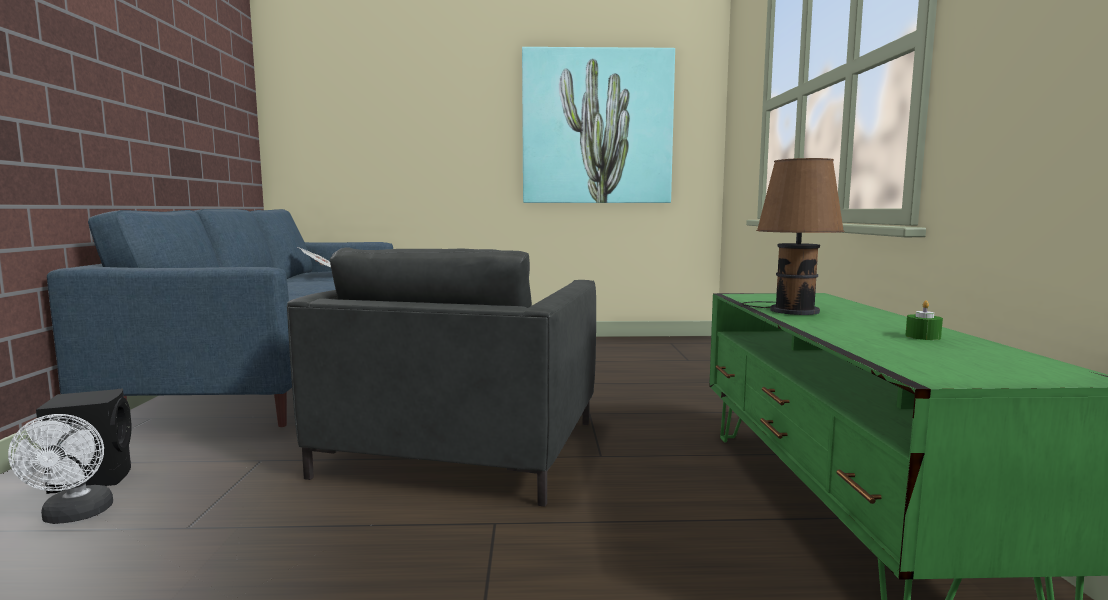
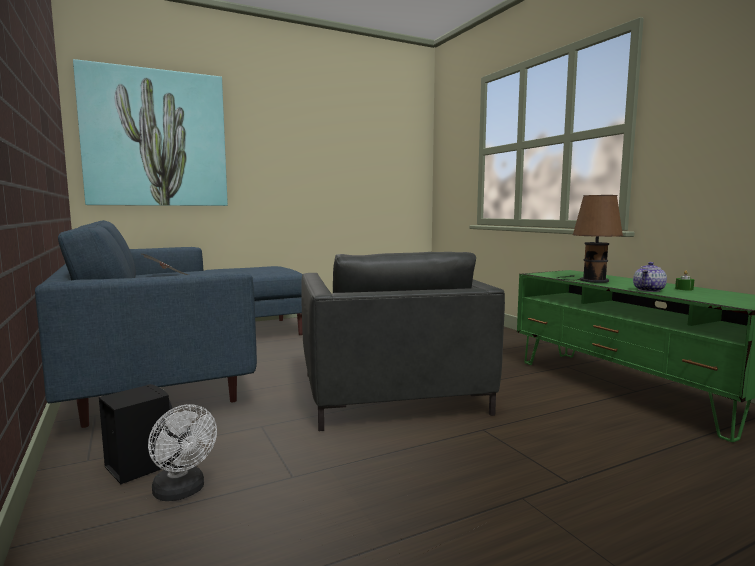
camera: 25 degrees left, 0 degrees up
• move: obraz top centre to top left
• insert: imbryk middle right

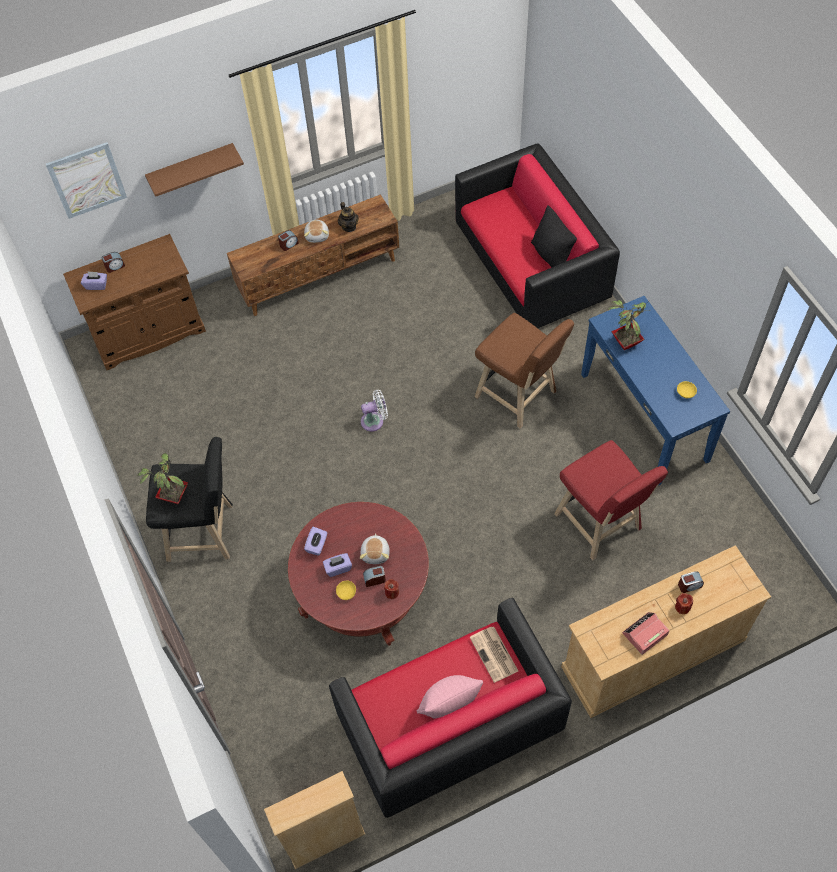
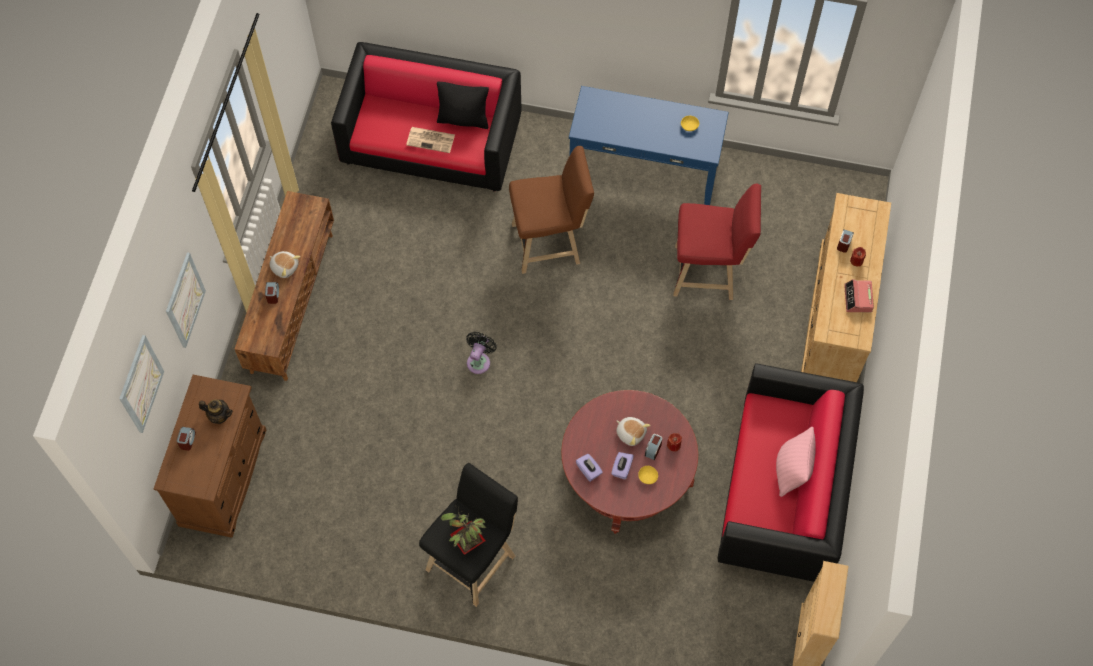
camera: 55 degrees left, 5 degrees up
• replace: półka/brązowy top left to obraz (2nd from left) middle left
• move: imbryk top centre to middle left
• delete: pudełko chusteczek/fioletowy (1st from left) top left
• delete: roślina doniczkowa (2nd from left) middle right
• recolor: wentylator/biały centre to wentylator/czarny centre
• move: gazeta bottom centre to top centre

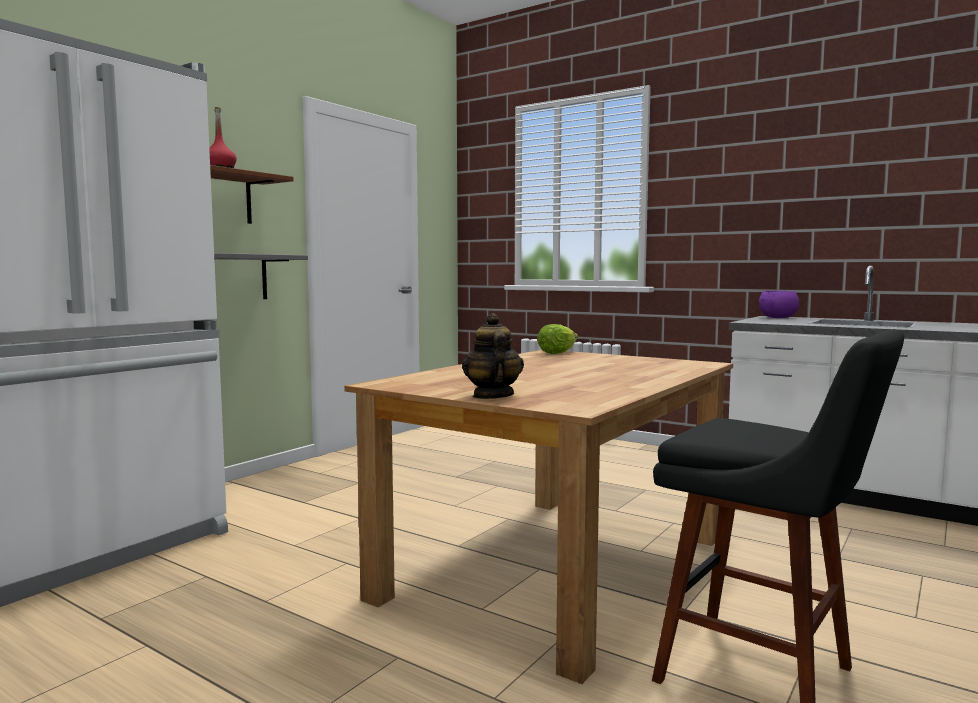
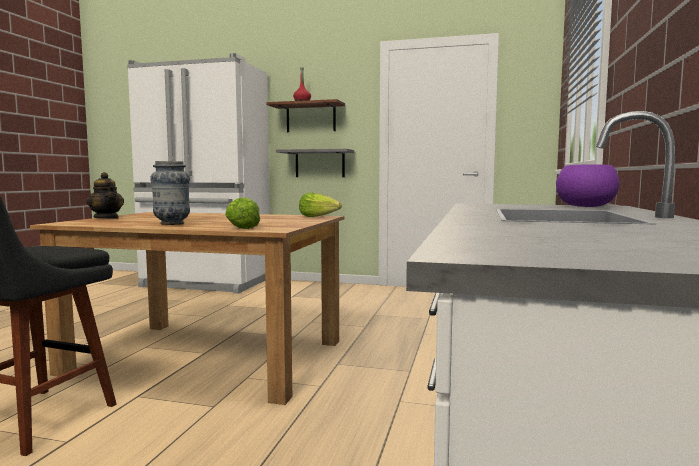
camera: 70 degrees right, 0 degrees up
• rotate: imbryk centre = middle left 75 degrees clockwise
• insert: wazon middle left
• insert: sałata (1st from left) centre

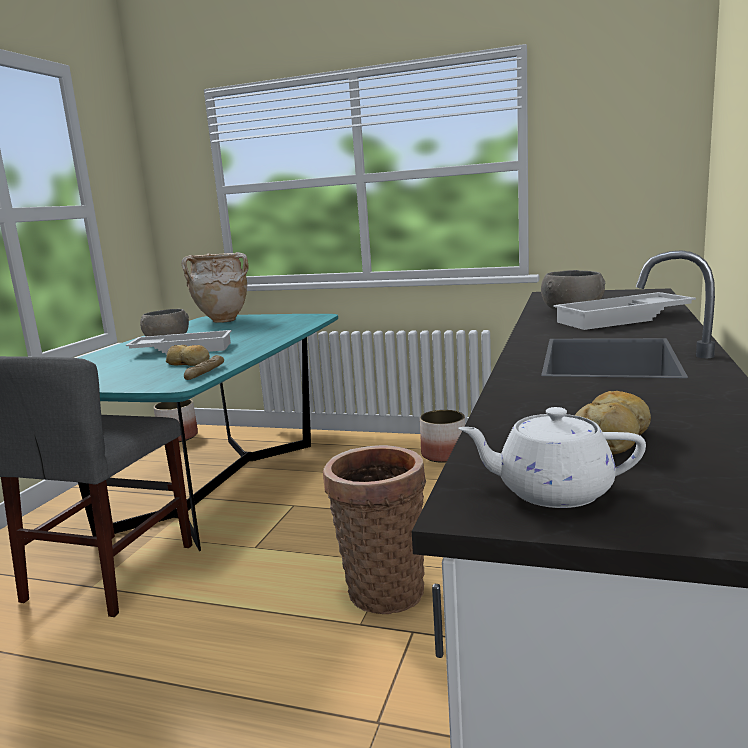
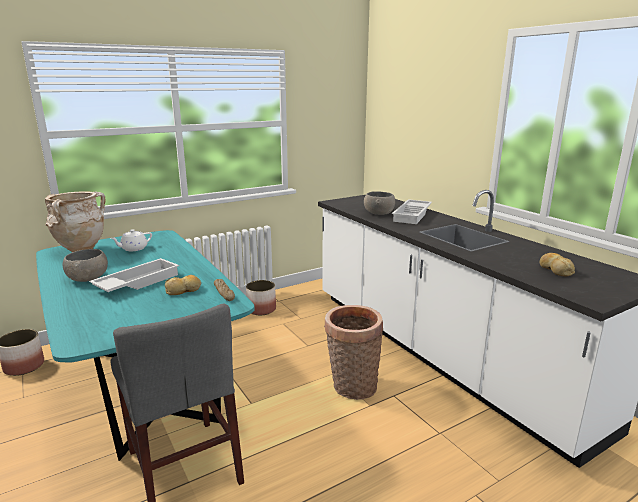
camera: 50 degrees left, 5 degrees up
• move: imbryk/biały middle right to middle left

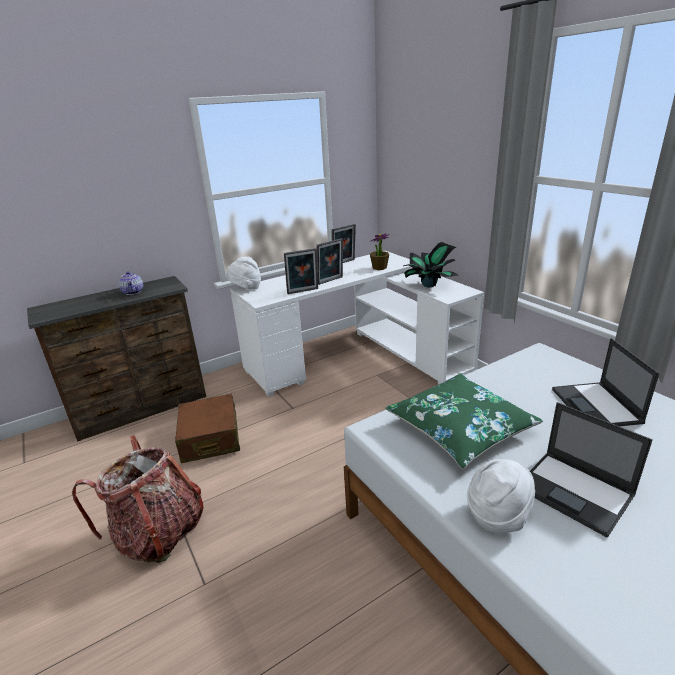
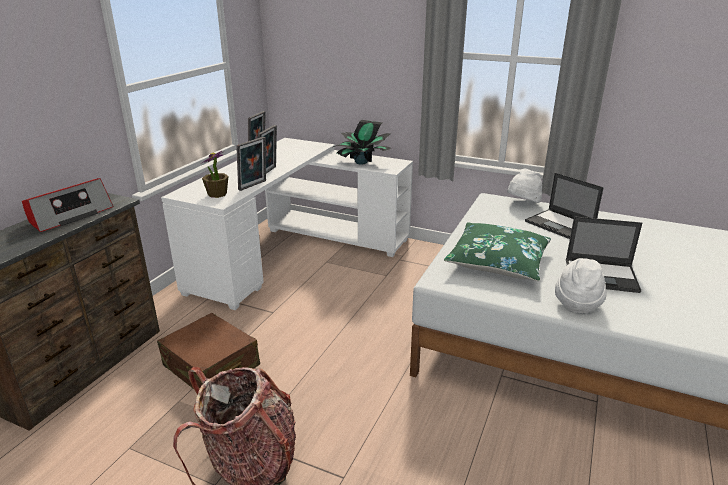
camera: 35 degrees left, 0 degrees up
• move: roślina doniczkowa (1st from left) centre to middle left
• move: kapelusz/biały (1st from left) centre to middle right
• replace: imbryk middle left to radio middle left

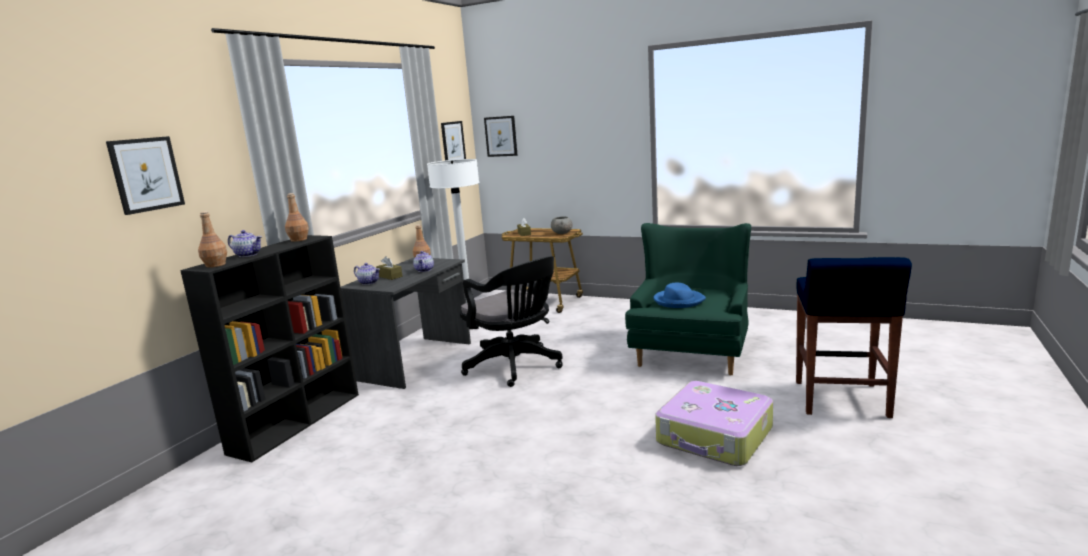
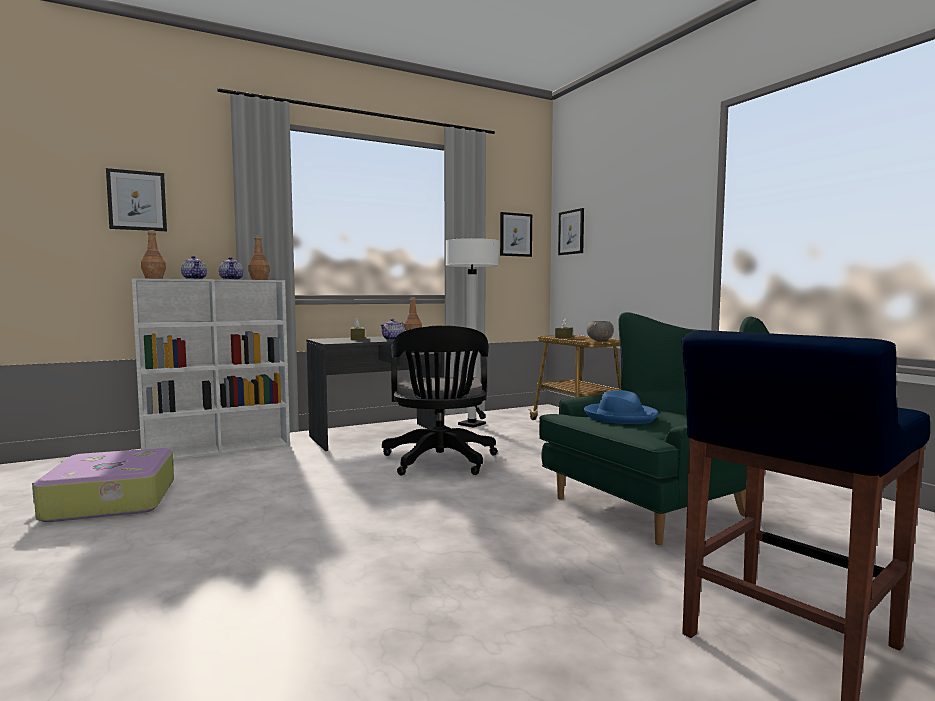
camera: 35 degrees right, 10 degrees down
• recolor: regał/czarny middle left to regał/biały middle left
• move: imbryk (2nd from left) centre to middle left
• move: walizka bottom centre to bottom left

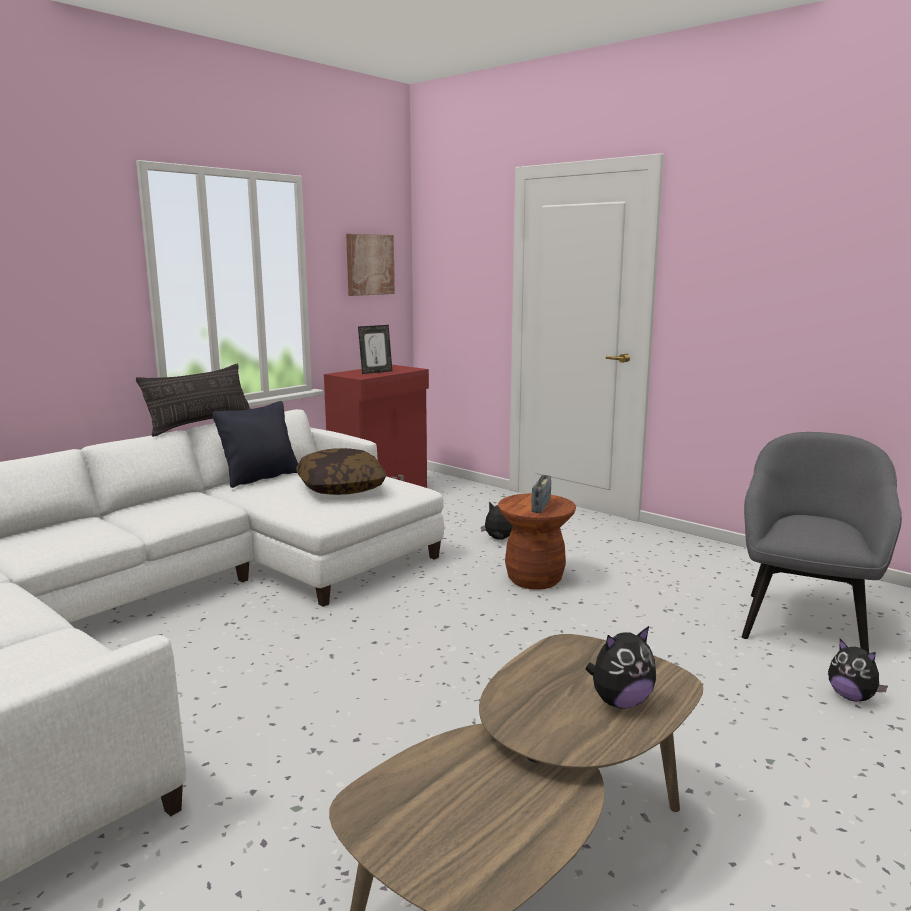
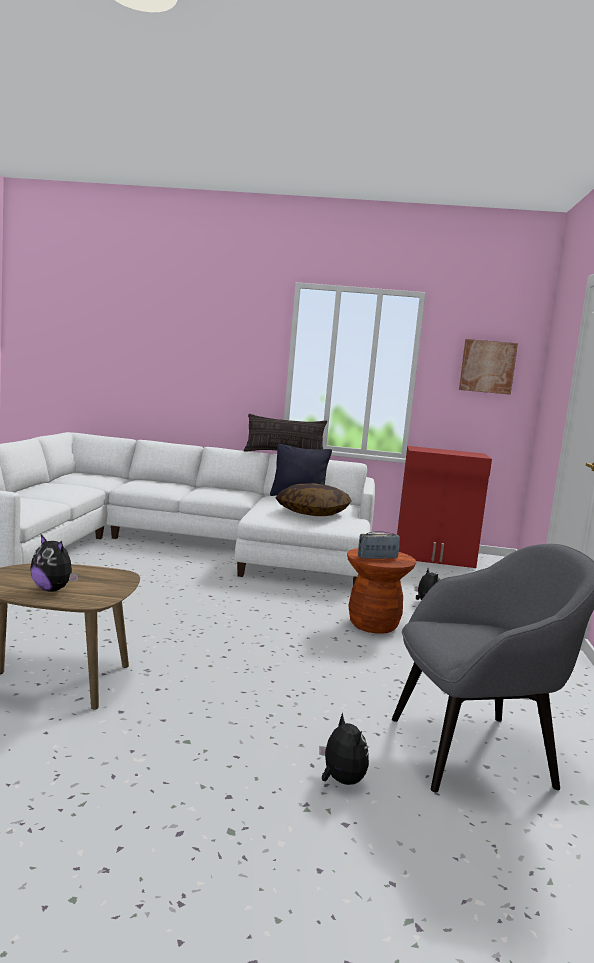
camera: 55 degrees right, 5 degrees down
• delete: ramka na zdjęcie centre
• rotate: pluszak (3rd from left in the first image) bottom right = bottom centre 135 degrees clockwise

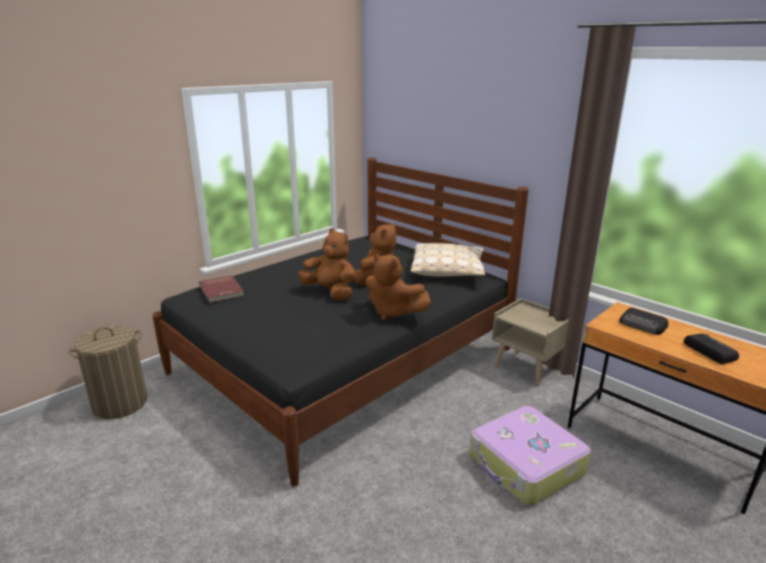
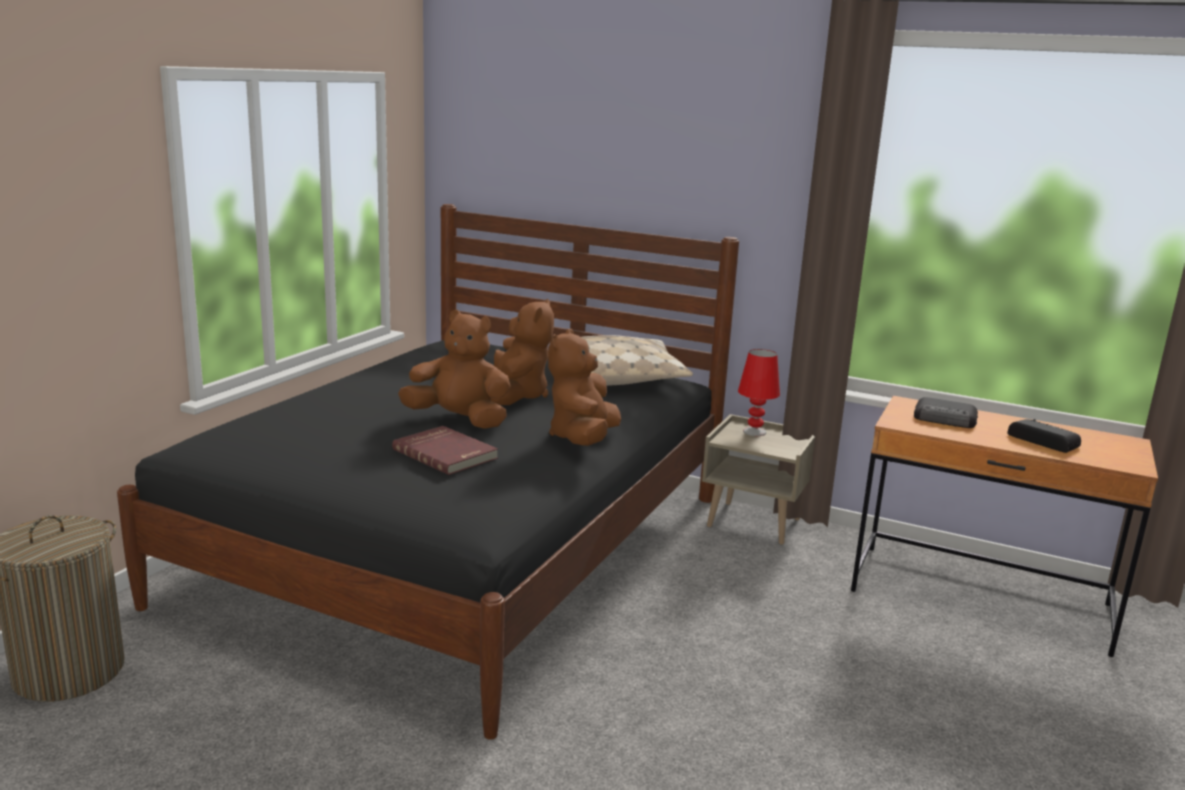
camera: 20 degrees left, 5 degrees down
• rotate: pluszak/brązowy (3rd from left) centre = centre 90 degrees clockwise
• move: książka/czerwony middle left to centre
• delete: walizka bottom right
• insert: lampa stołowa/czerwony centre

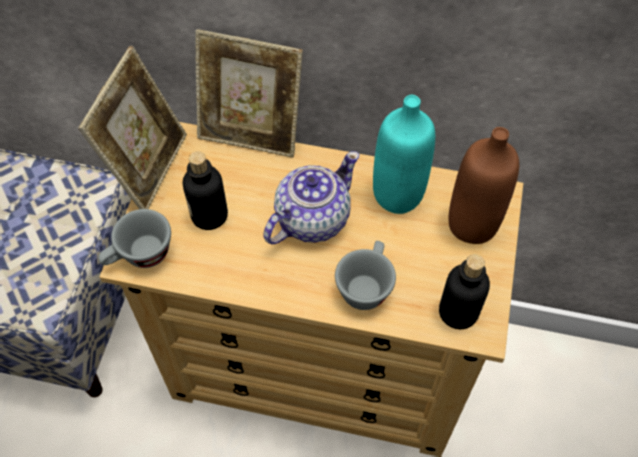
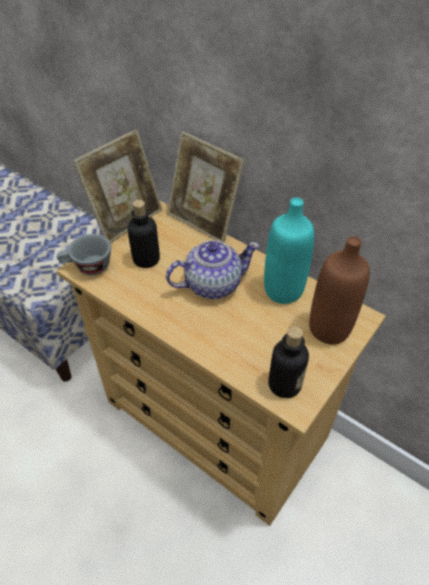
camera: 25 degrees right, 10 degrees down
• delete: filiżanka/szary (2nd from left) centre

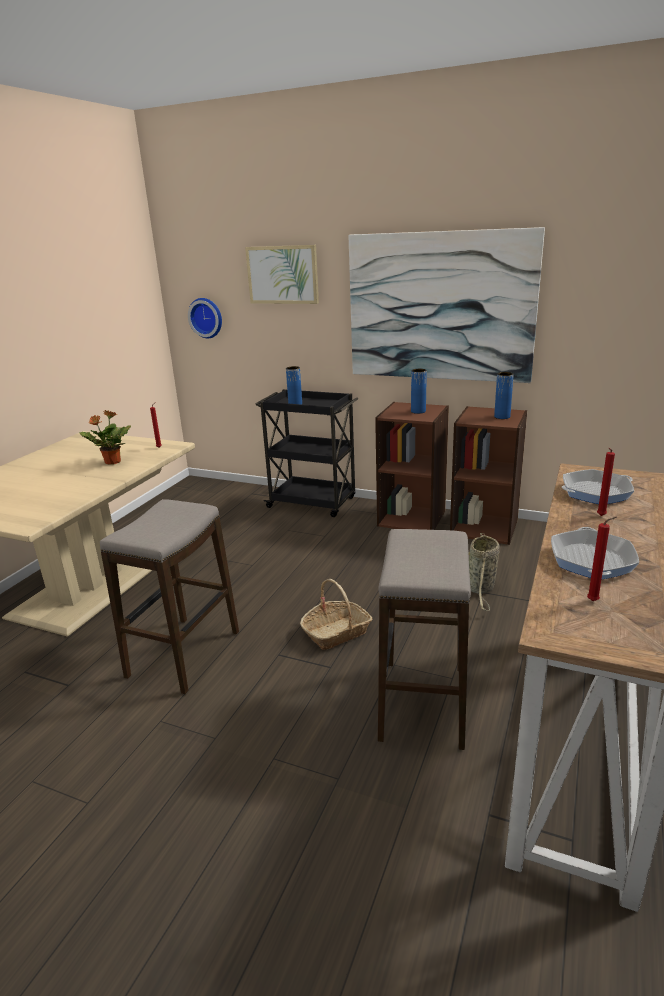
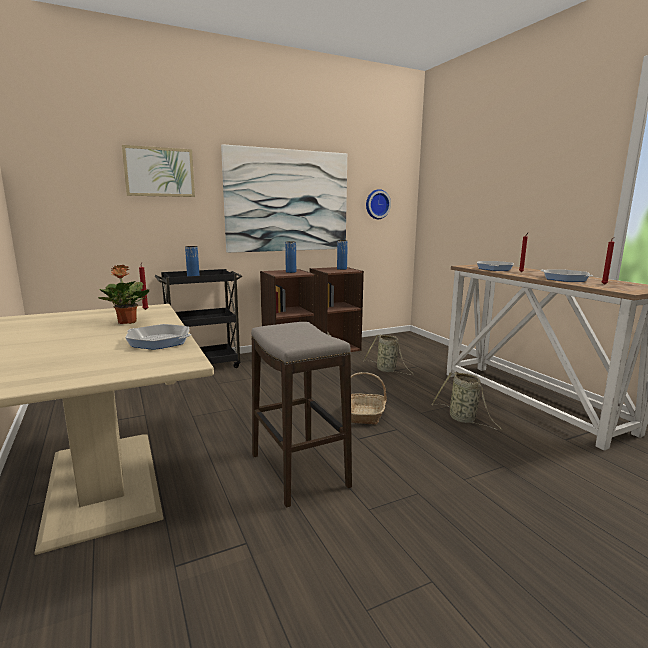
camera: 50 degrees left, 10 degrees down
• move: zegar ścienny top left to top centre
• replace: stołek (2nd from left) centre to koszyk (3rd from left) middle right
• insert: patelnia (1st from left) middle left

